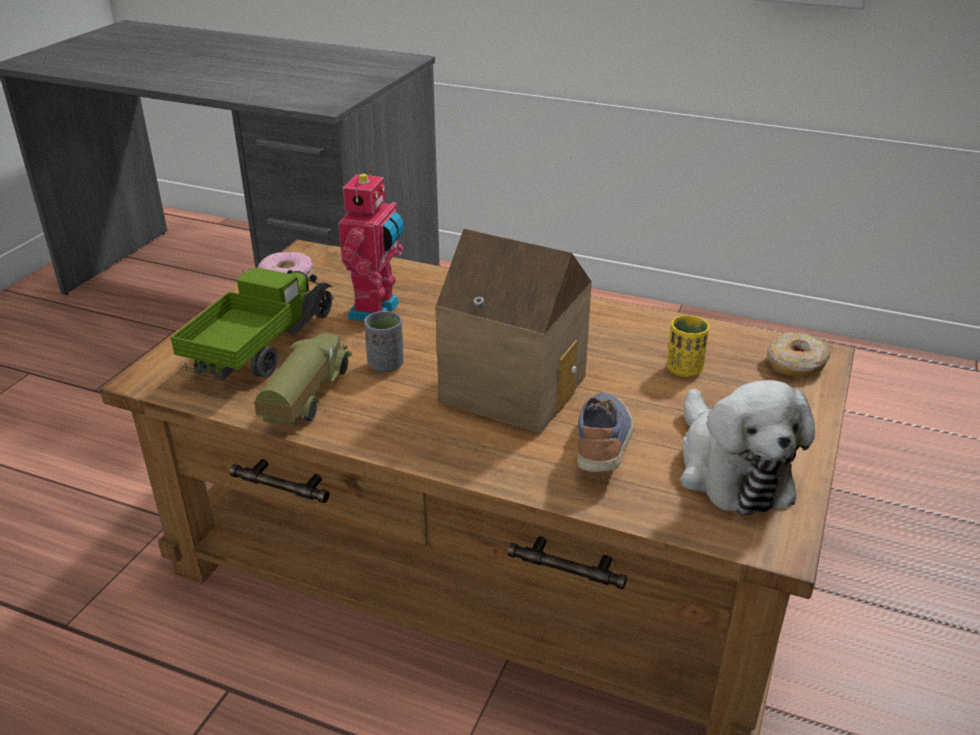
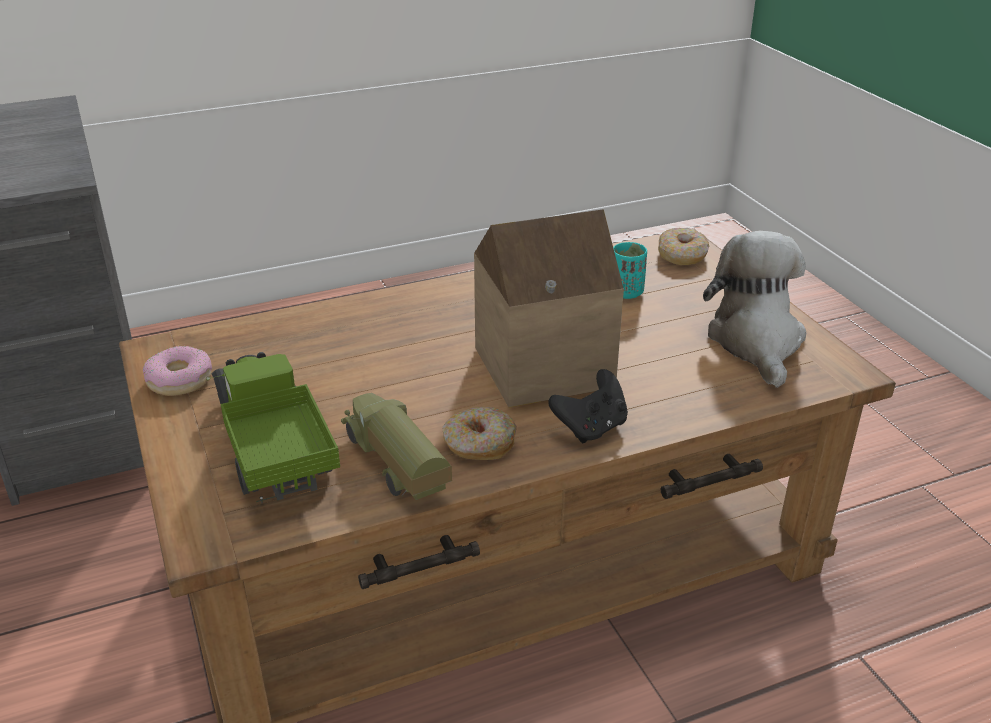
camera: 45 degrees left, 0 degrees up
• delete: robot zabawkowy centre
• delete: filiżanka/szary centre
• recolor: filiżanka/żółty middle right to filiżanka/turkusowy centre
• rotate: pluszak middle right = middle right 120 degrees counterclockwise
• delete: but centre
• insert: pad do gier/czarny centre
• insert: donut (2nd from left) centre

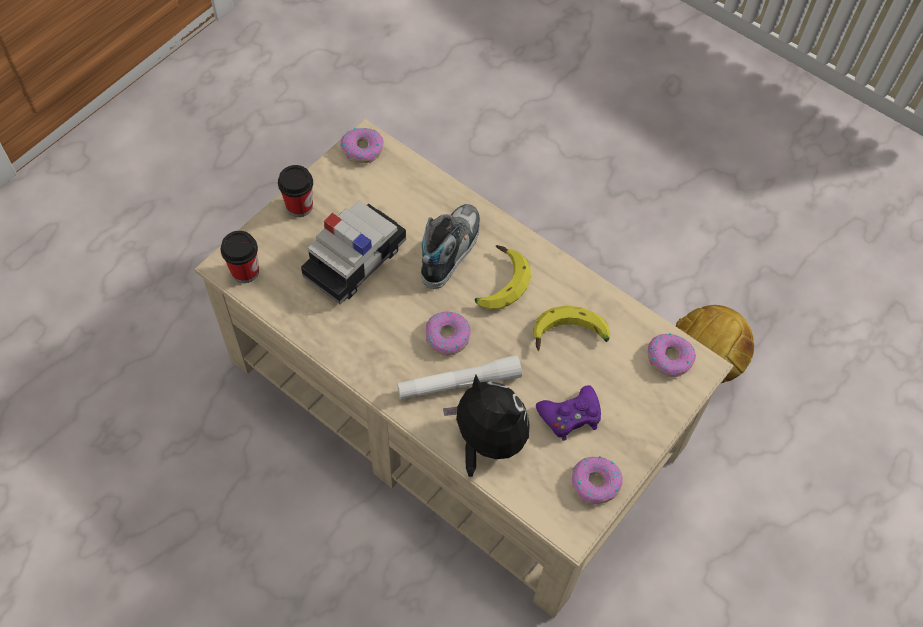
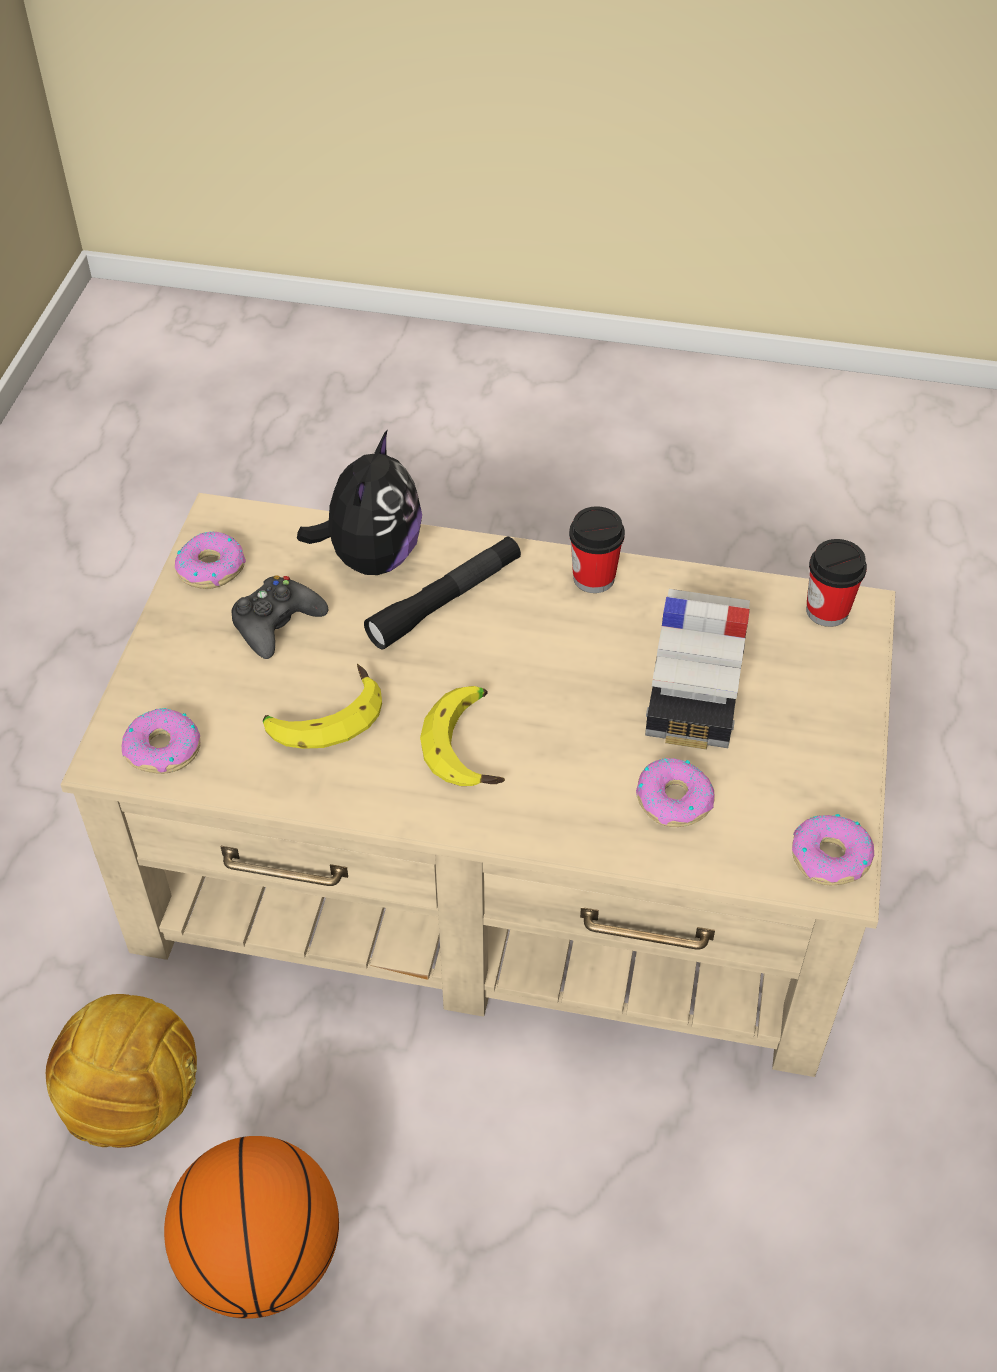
camera: 155 degrees right, 10 degrees down
• move: filiżanka (2nd from left in the first image) top left to filiżanka (1st from left) centre
• delete: but centre
• move: donut (2nd from left in the first image) centre to donut (3rd from left) middle right
• recolor: latarka/biały centre to latarka/czarny centre
• rotate: pluszak bottom centre = centre 90 degrees counterclockwise
• recolor: pad do gier/fioletowy centre to pad do gier/czarny middle left
• insert: piłka do koszykówki bottom left

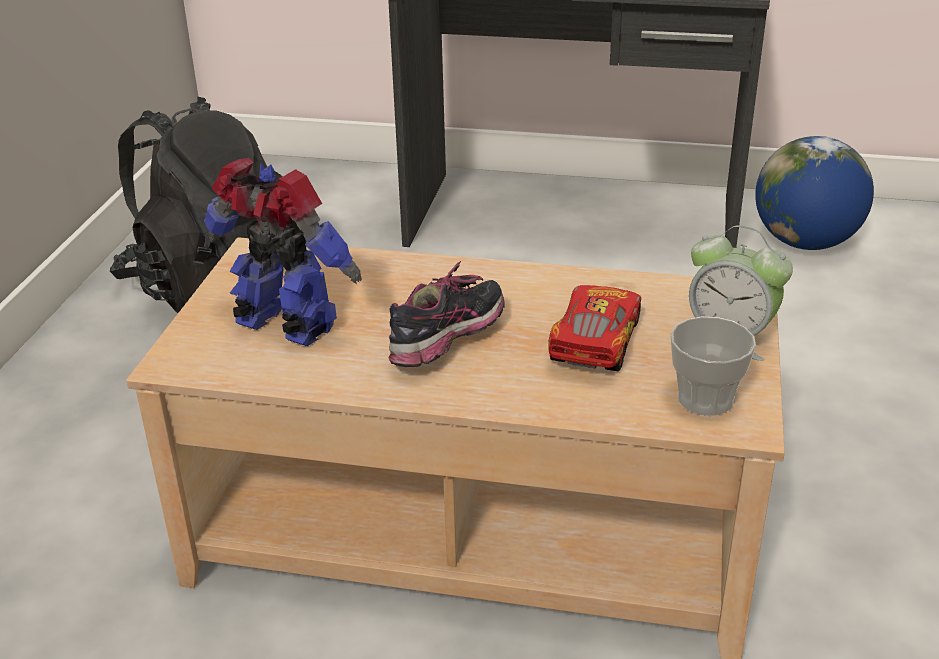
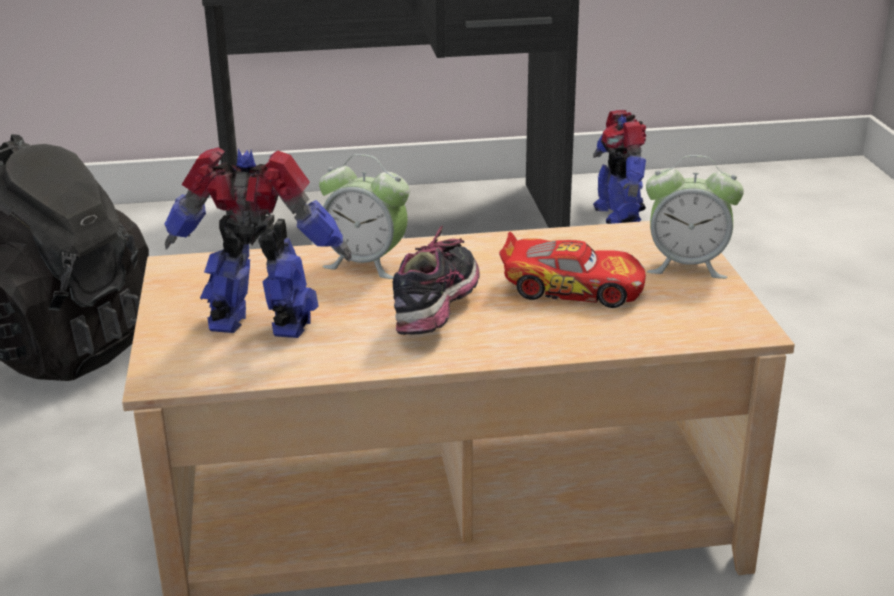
camera: 20 degrees left, 5 degrees down
• replace: globus top right to robot zabawkowy (2nd from left) top right
• rotate: samochodzik centre = centre 105 degrees clockwise
• delete: filiżanka middle right
• insert: budzik (1st from left) centre

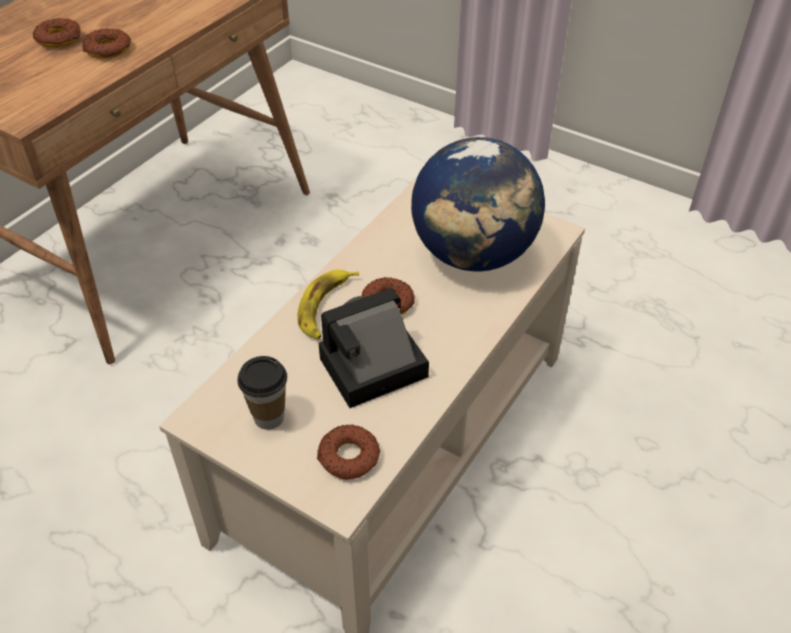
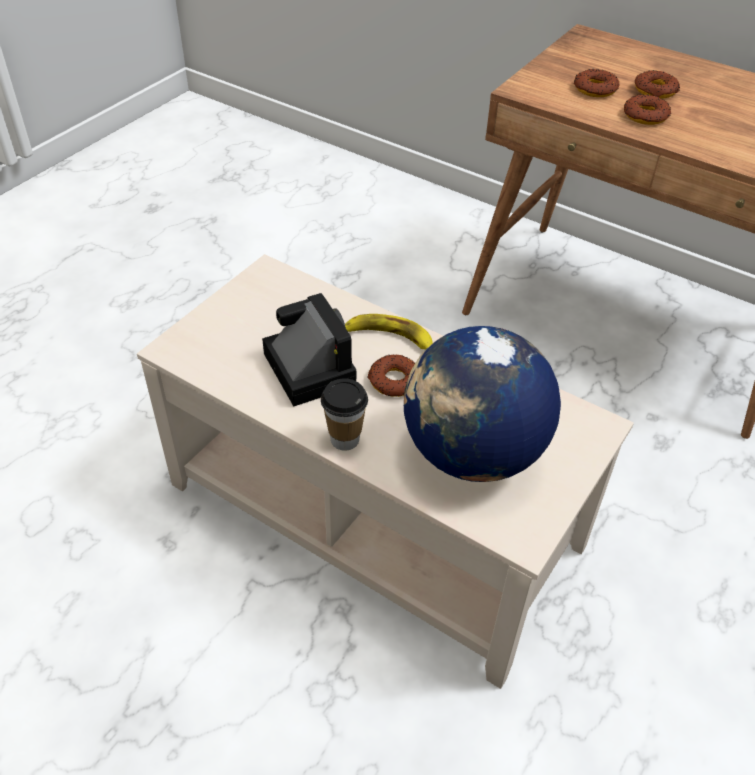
camera: 90 degrees right, 0 degrees up
• move: filiżanka middle left to centre
• move: donut (3rd from left in the first image) bottom centre to donut (2nd from left) top right

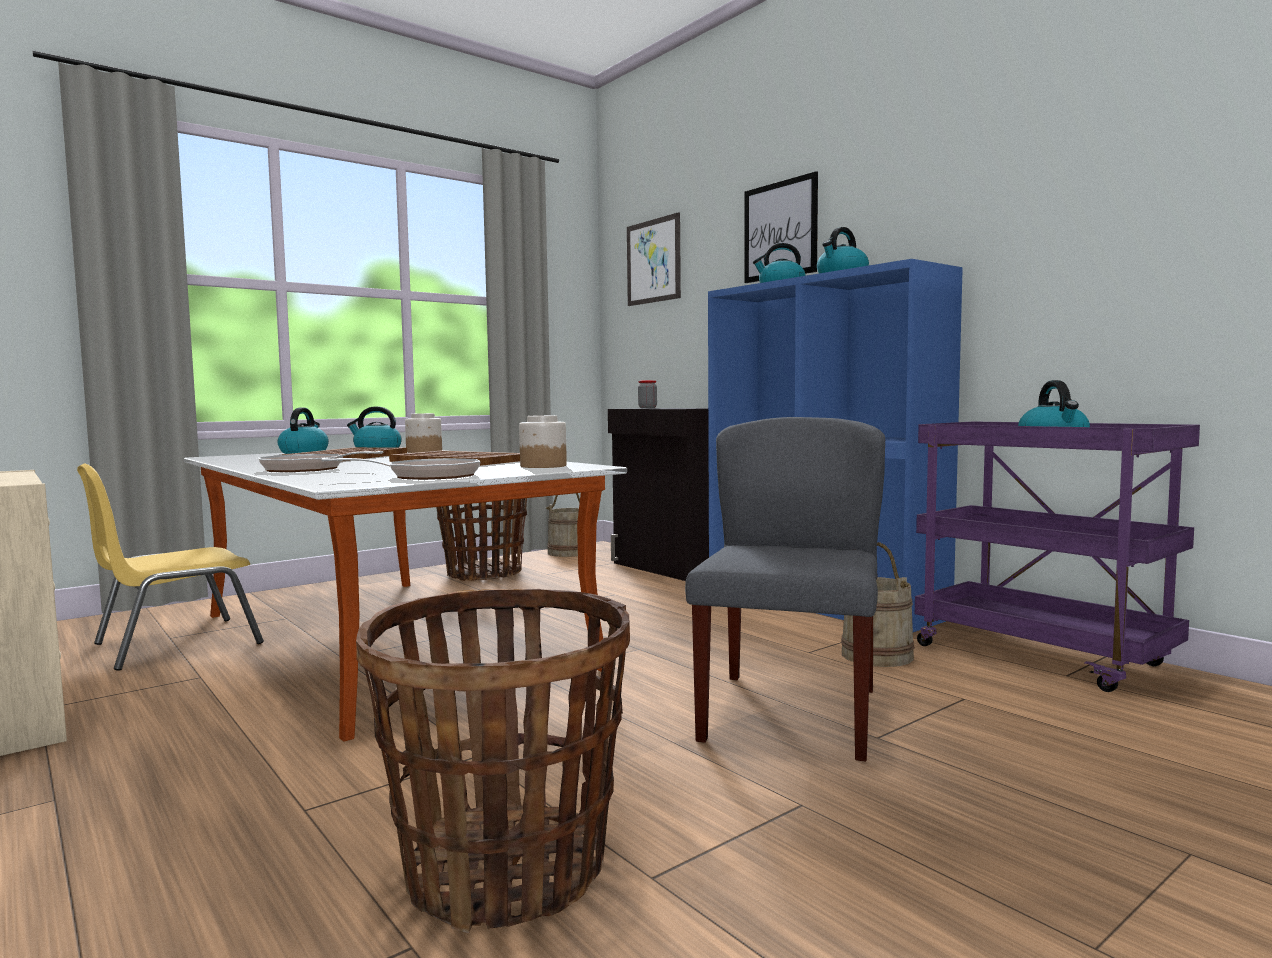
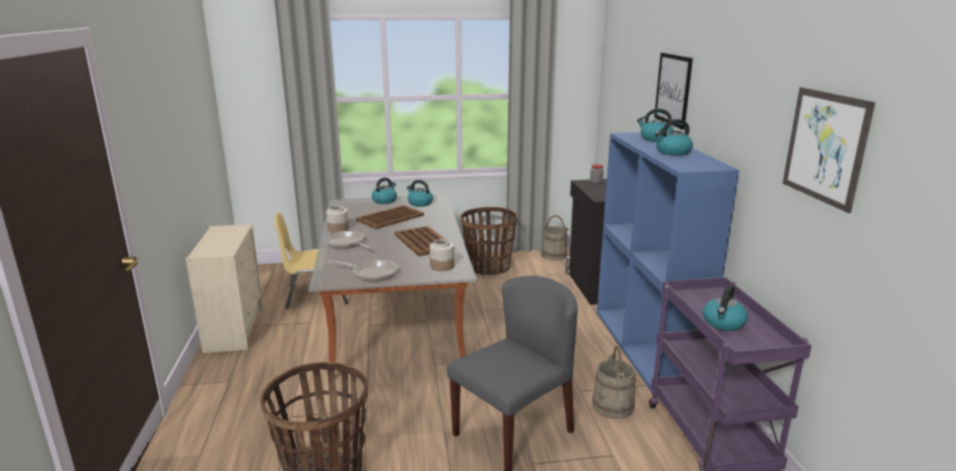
camera: 30 degrees right, 15 degrees up
• move: obraz (1st from left in the first image) top centre to obraz (2nd from left) top right
• move: słoik (1st from left) middle left to centre

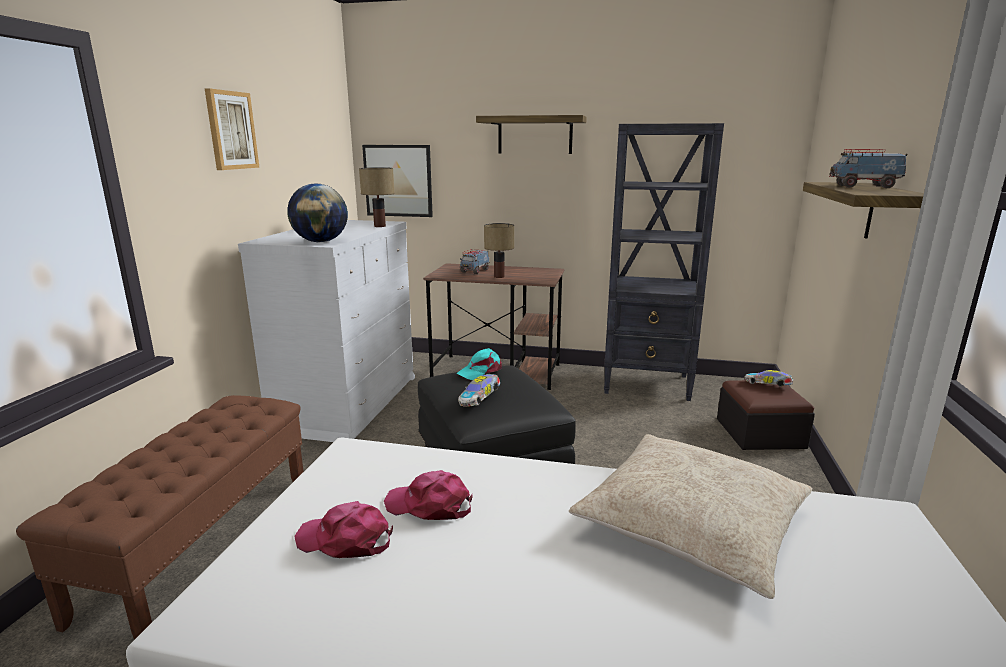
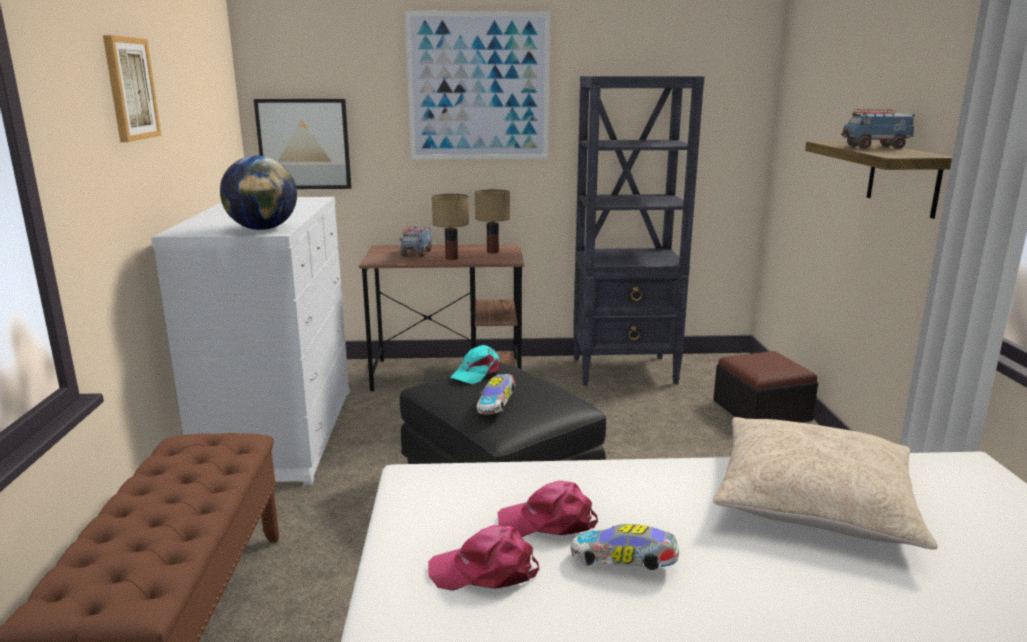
camera: 15 degrees left, 0 degrees up
• replace: półka (1st from left) top centre to obraz (3rd from left) top centre
• move: lampa stołowa (1st from left in the first image) top centre to lampa stołowa (2nd from left) centre
• move: samochodzik (2nd from left) middle right to bottom centre

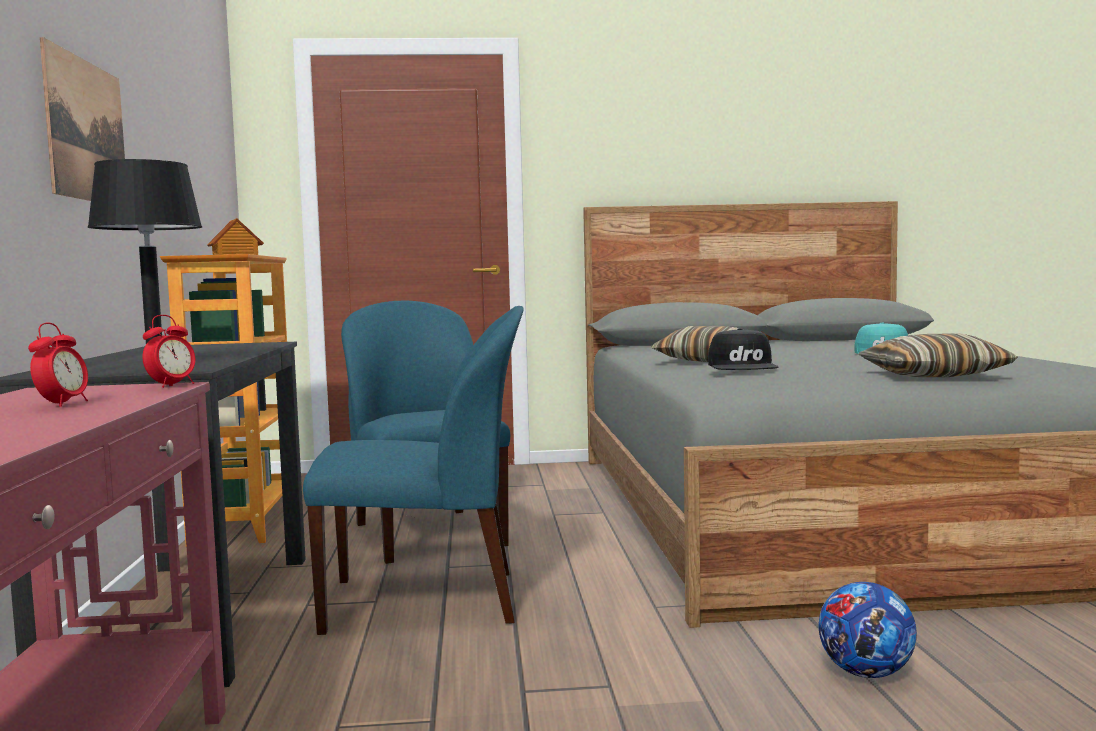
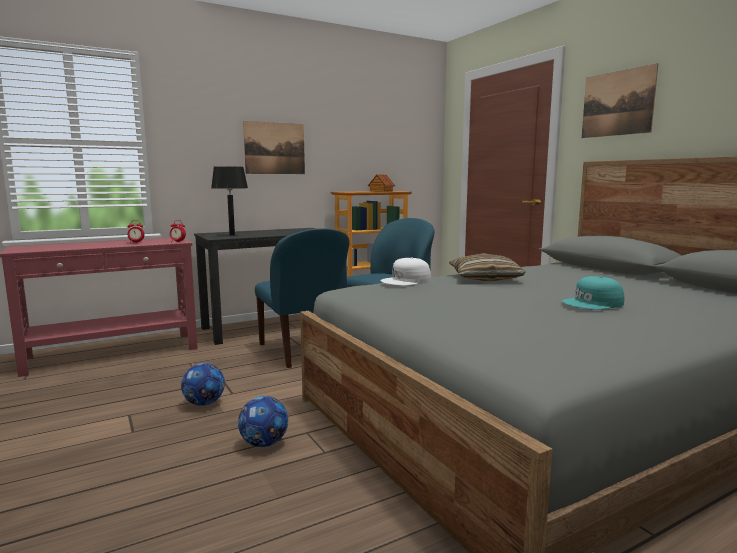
camera: 65 degrees right, 5 degrees up
• recolor: czapka z daszkiem/czarny middle right to czapka z daszkiem/biały centre
• delete: poduszka (2nd from left) middle right
• insert: obraz (2nd from left) top right
• insert: piłka futbolowa (1st from left) bottom left

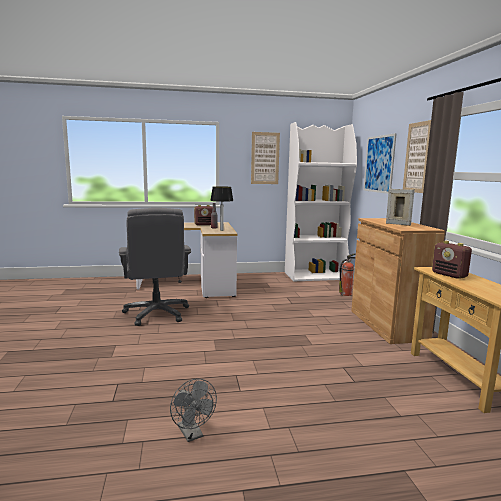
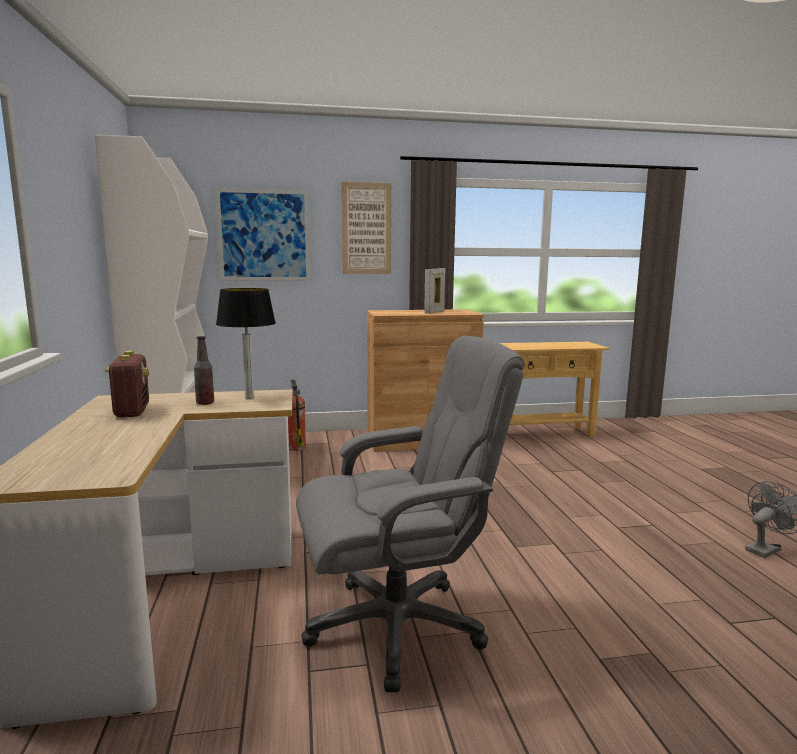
camera: 90 degrees left, 0 degrees up
• delete: obraz (1st from left) top centre
• delete: radio (2nd from left) middle right

